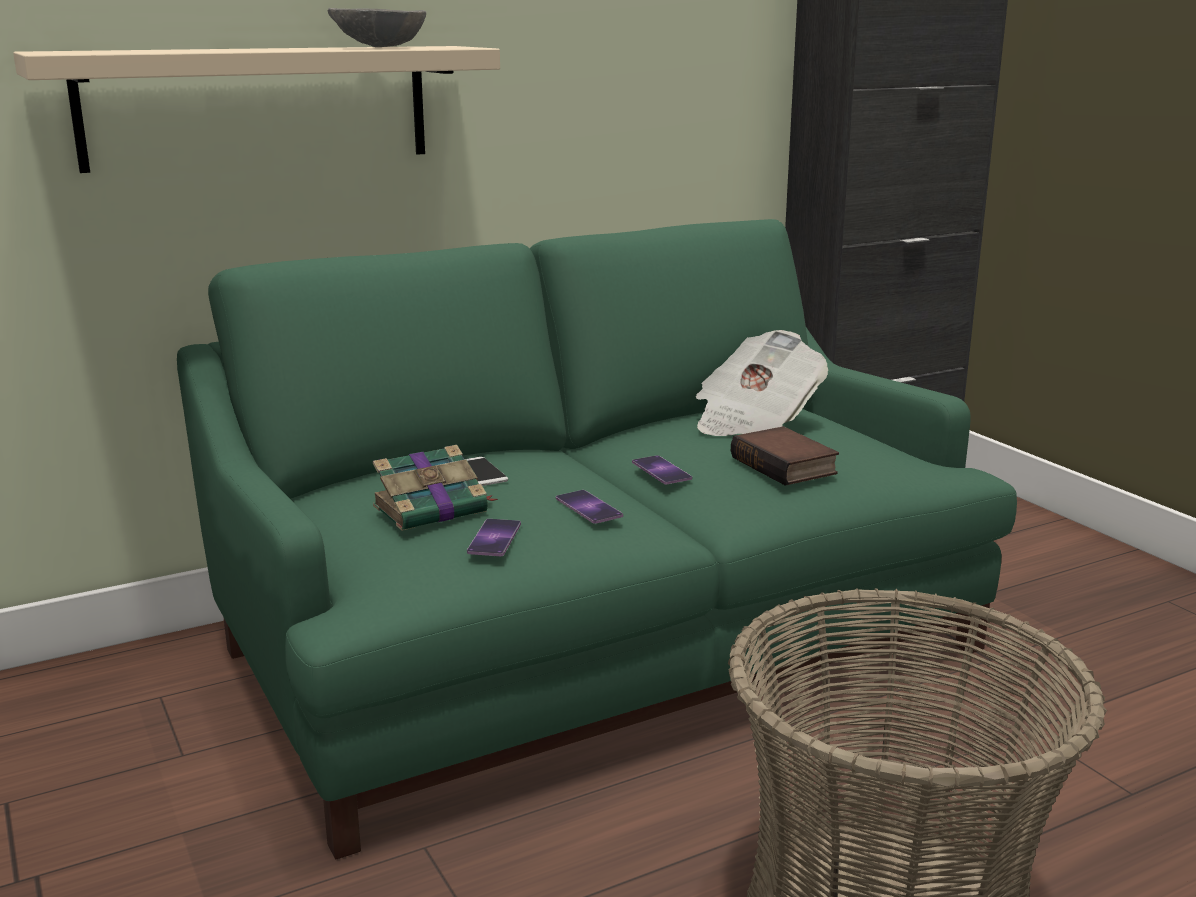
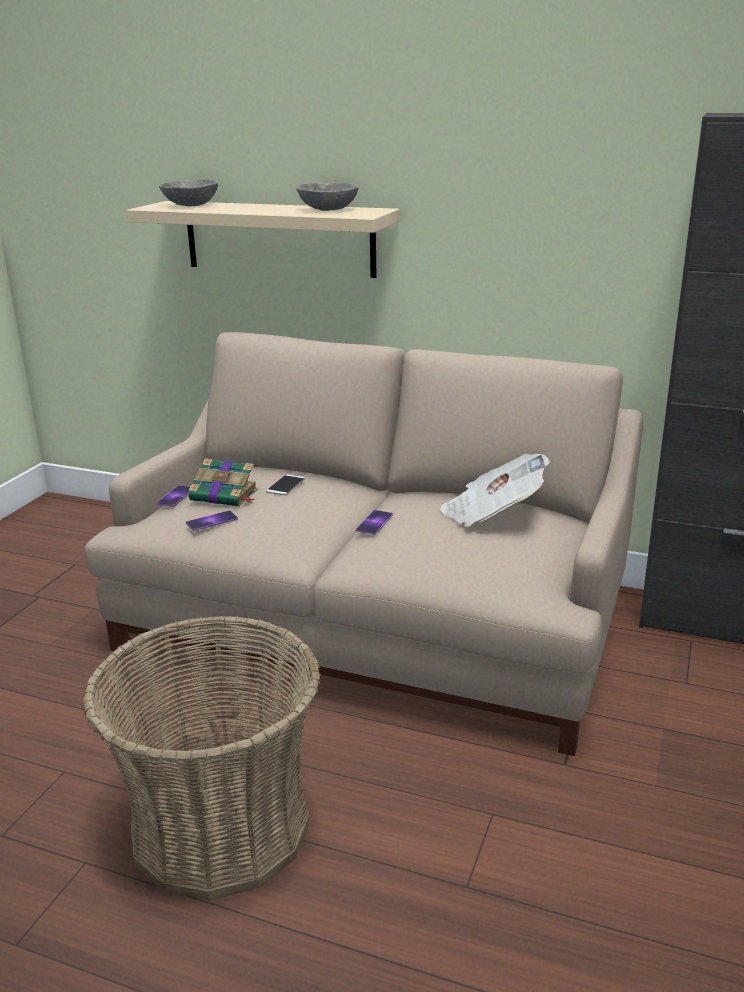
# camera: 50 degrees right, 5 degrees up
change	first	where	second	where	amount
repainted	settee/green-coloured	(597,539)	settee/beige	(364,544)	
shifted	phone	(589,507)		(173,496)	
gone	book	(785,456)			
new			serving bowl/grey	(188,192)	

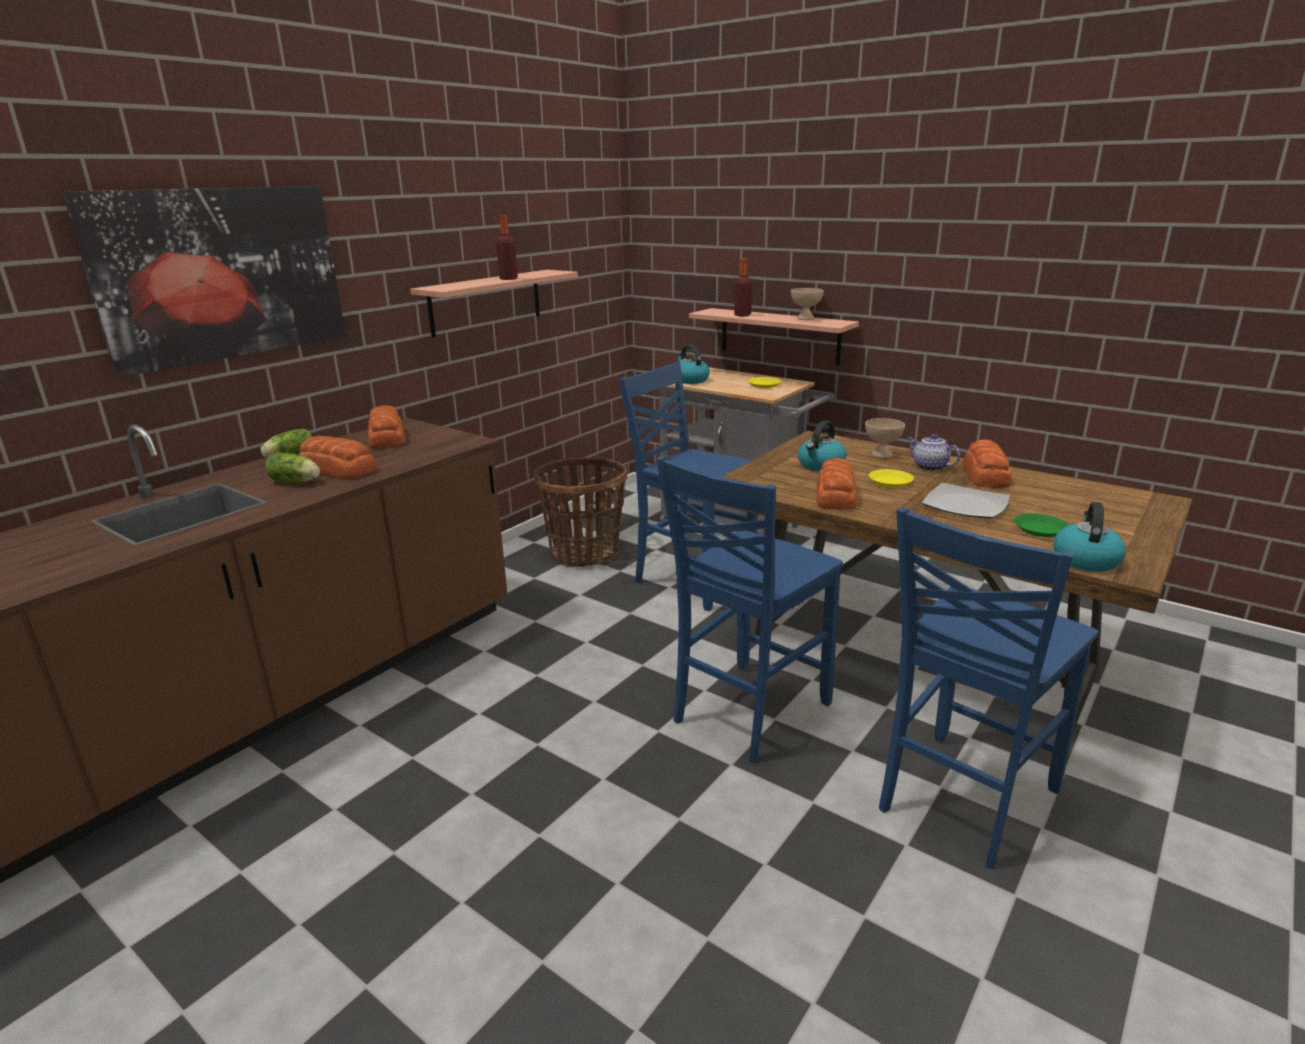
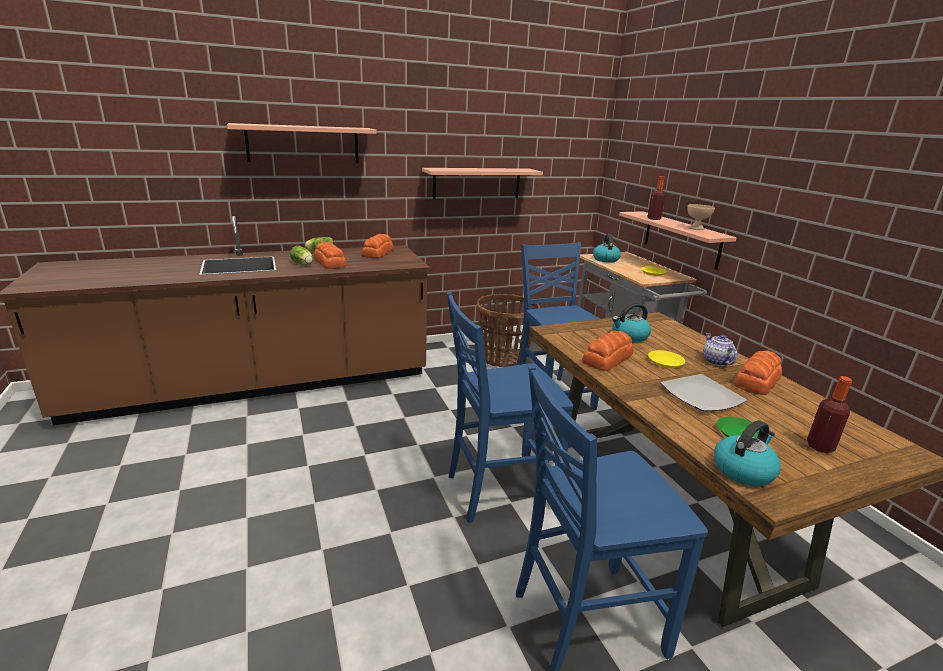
# camera: 30 degrees right, 0 degrees up
change	first	where	second	where	amount
swapped	picture	(204,281)	shelf	(302,143)	
shifted	drink bottle	(507,247)		(829,414)	
gone	serving bowl/beige	(885,438)			

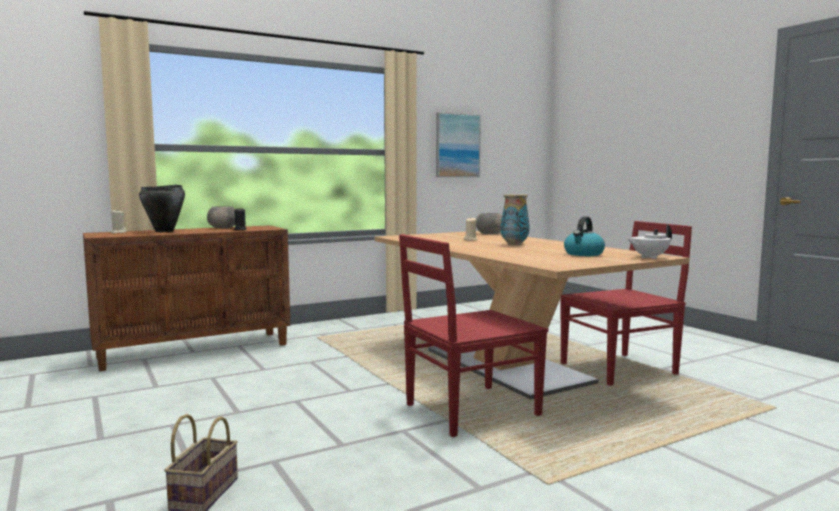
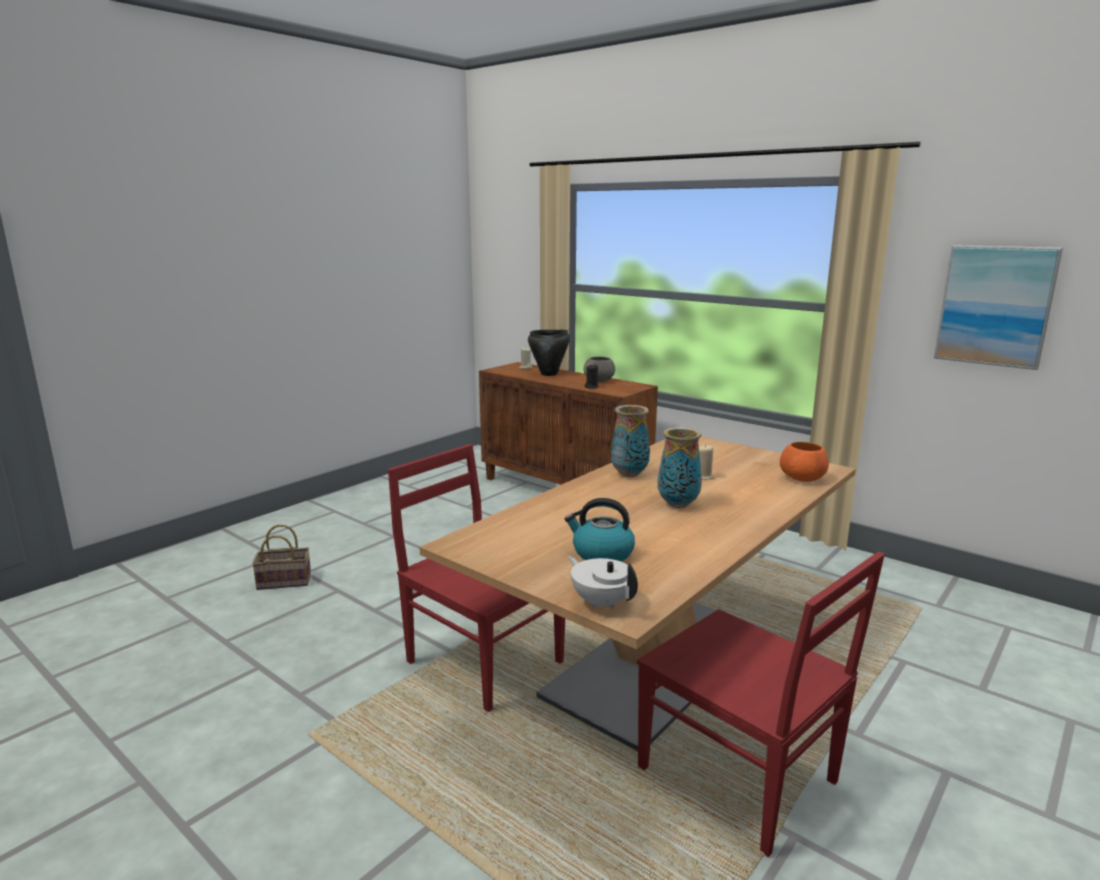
# camera: 70 degrees right, 10 degrees up
change	first	where	second	where	amount
repainted	serving bowl/grey	(489,223)	serving bowl/orange-coloured	(804,462)	
new			vase	(630,441)	

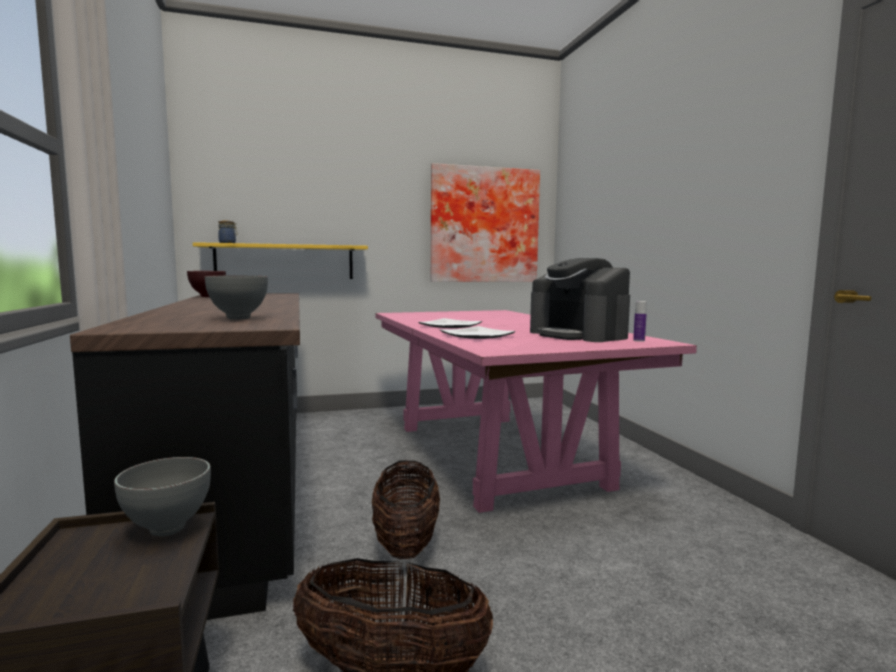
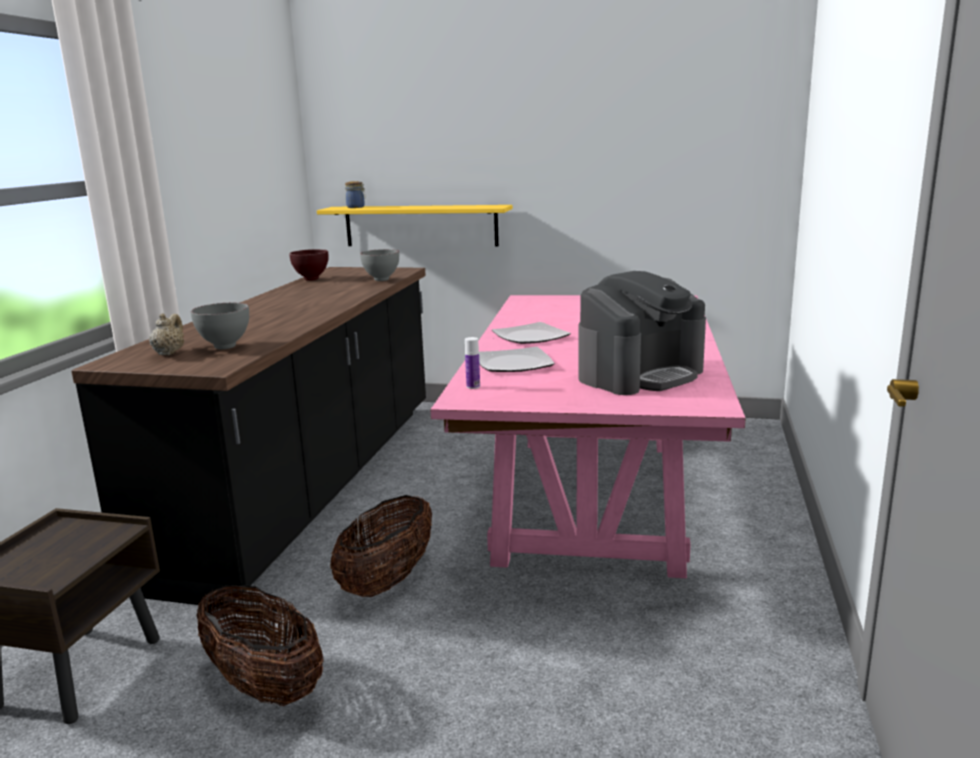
# camera: 30 degrees right, 10 degrees up
change	first	where	second	where	amount
shifted	serving bowl/grey	(162,497)		(379,265)	
gone	picture	(485,222)			
rotated	coffee brewer	(580,300)		(642,333)	120 degrees counterclockwise
shifted	drink bottle	(640,321)		(472,363)	
new			teapot/beige	(166,334)	

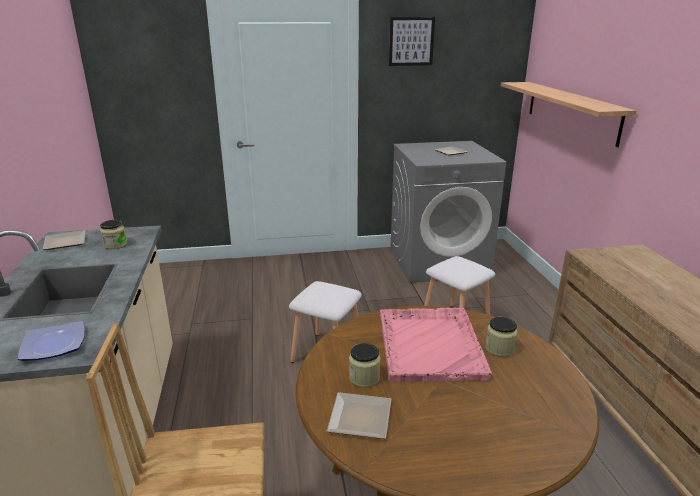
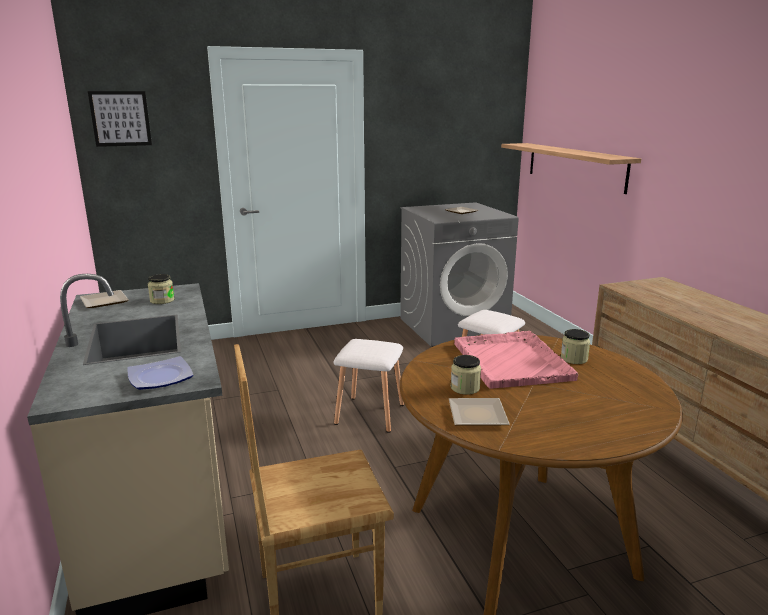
# camera: 10 degrees left, 5 degrees down
change	first	where	second	where	amount
shifted	picture	(412,41)		(120,119)	

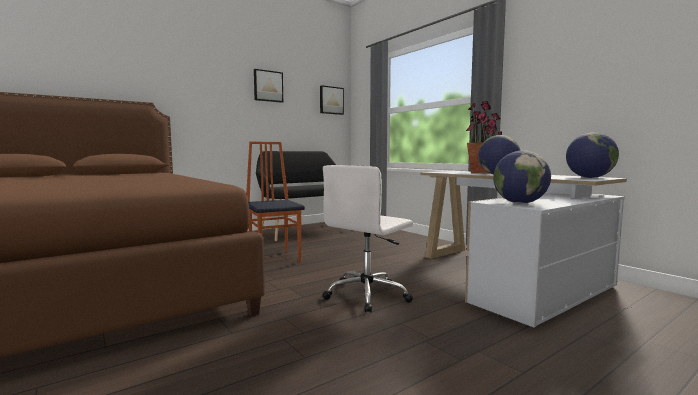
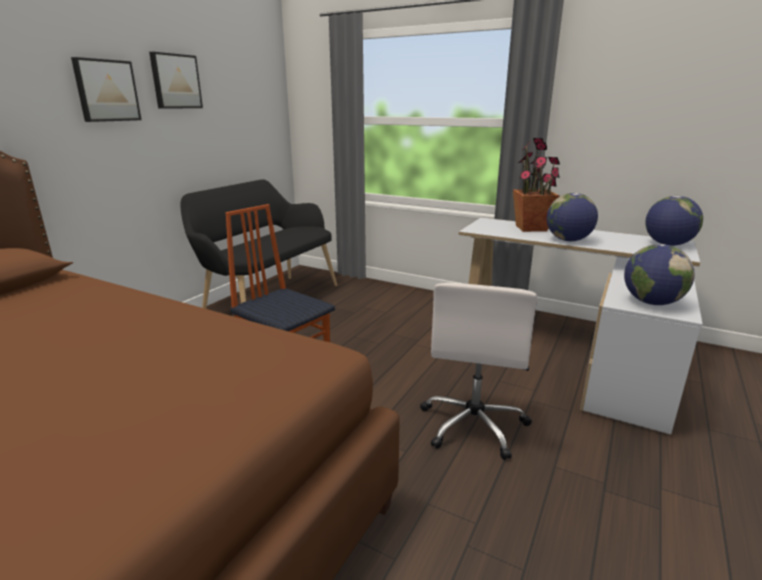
# camera: 25 degrees left, 15 degrees up
change	first	where	second	where	amount
shifted	picture	(332,100)		(106,89)	

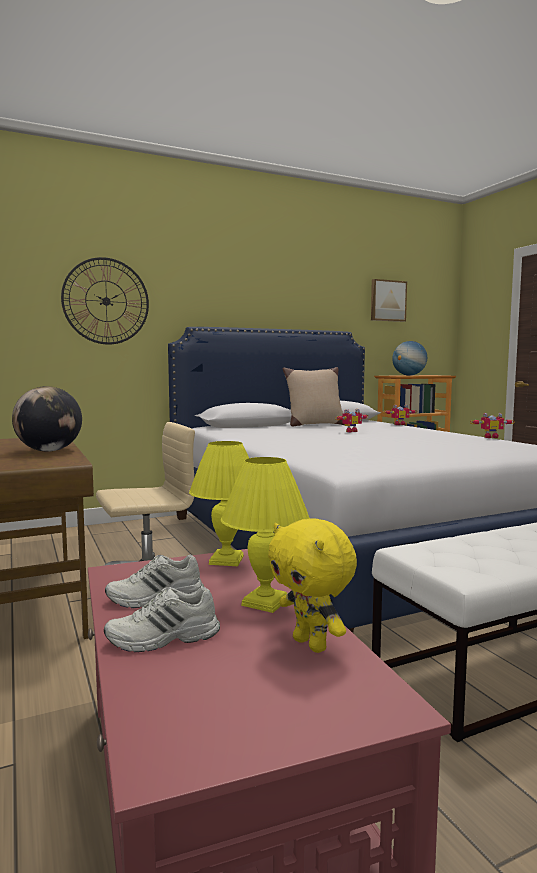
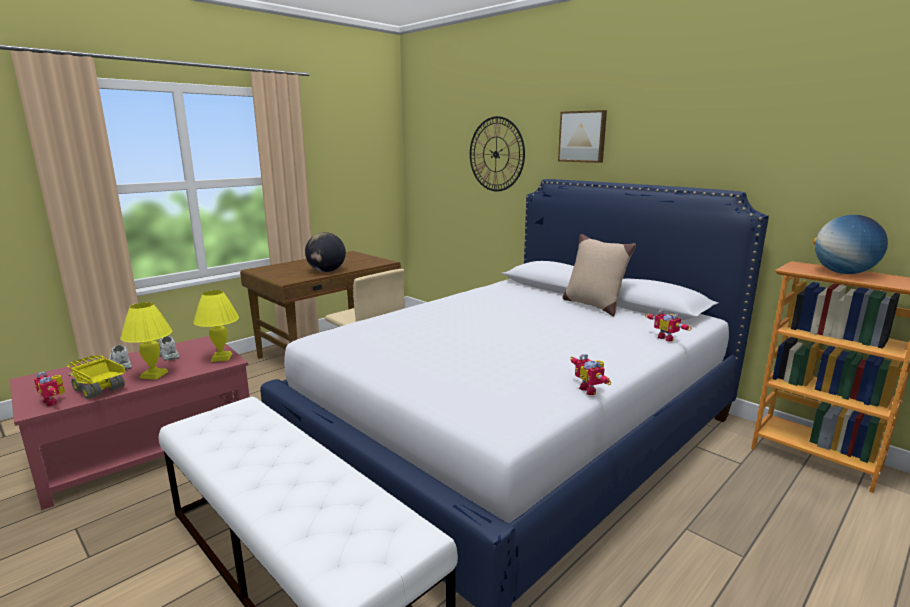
# camera: 70 degrees right, 10 degrees up
change	first	where	second	where	amount
swapped	cuddly toy/yellow	(312,585)	model truck	(96,377)	
shifted	toy robot	(351,420)		(49,388)	
shifted	picture	(389,300)		(582,136)	

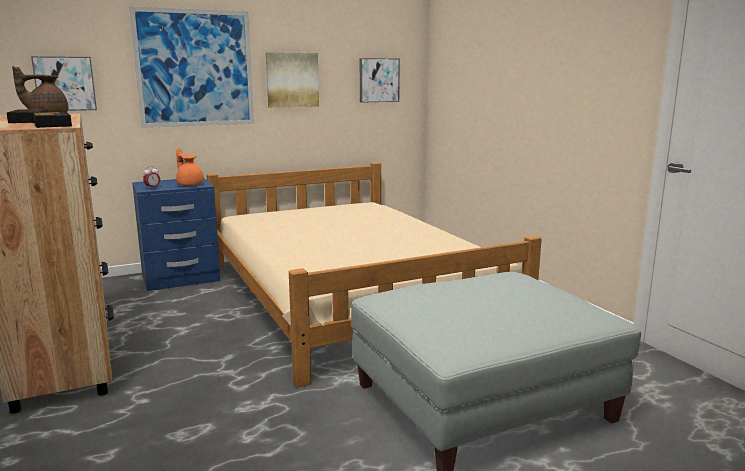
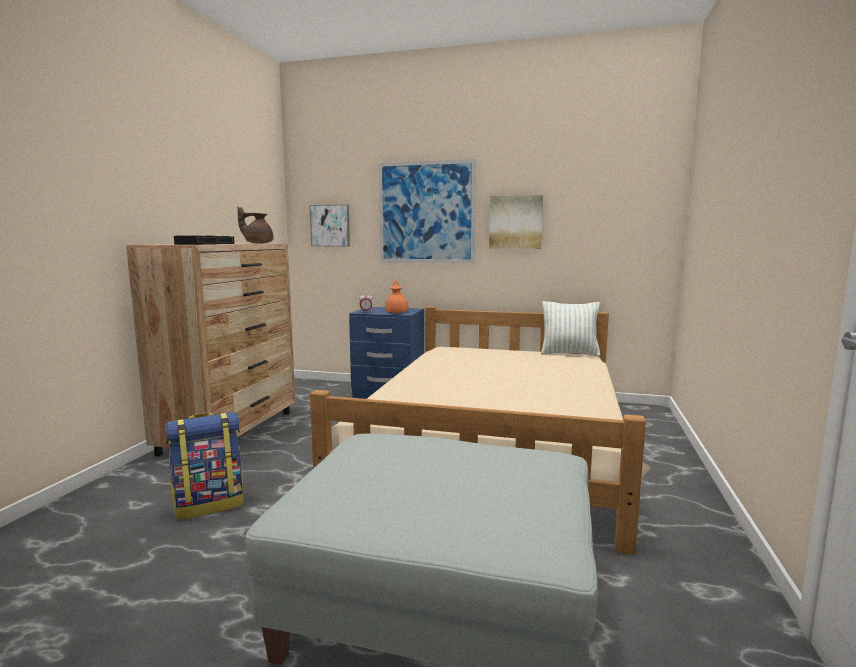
# camera: 40 degrees right, 5 degrees down
change	first	where	second	where	amount
gone	picture	(380,80)			
new			backpack	(205,466)	
new			cushion	(570,328)	

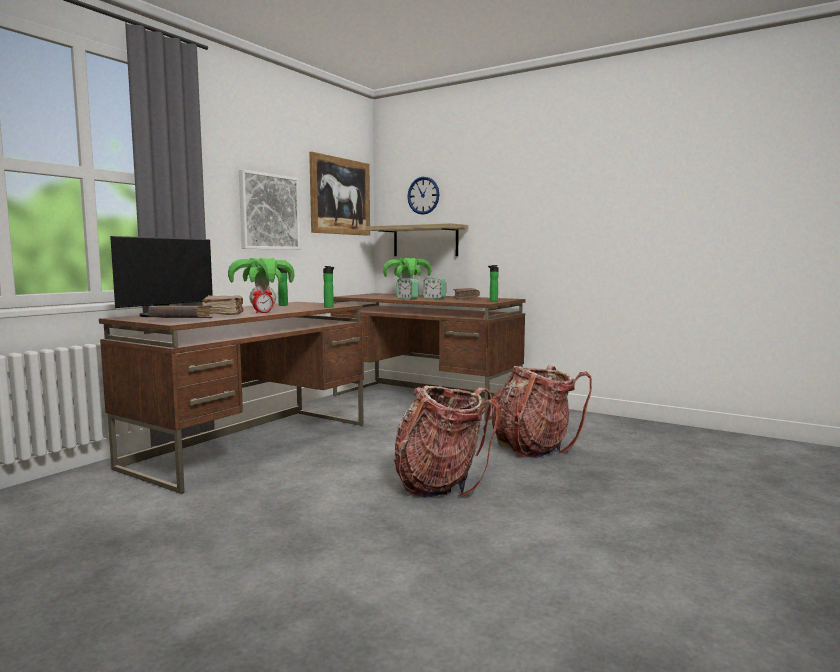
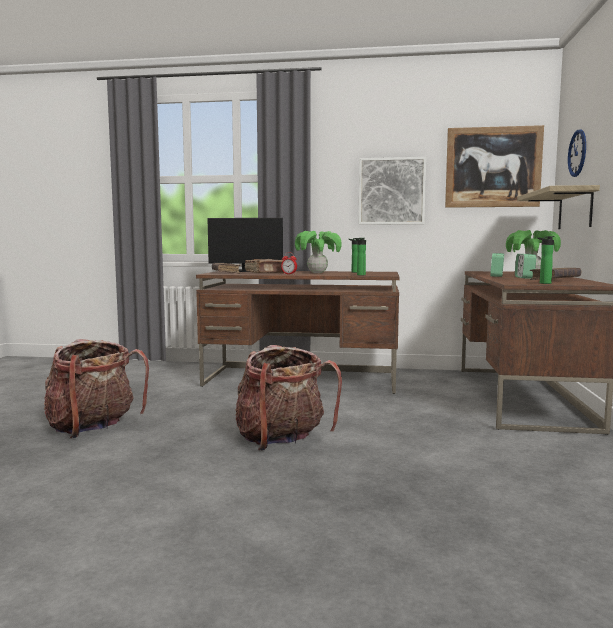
# camera: 65 degrees right, 0 degrees up
change	first	where	second	where	amount
shifted	backpack	(542,411)		(96,388)	

